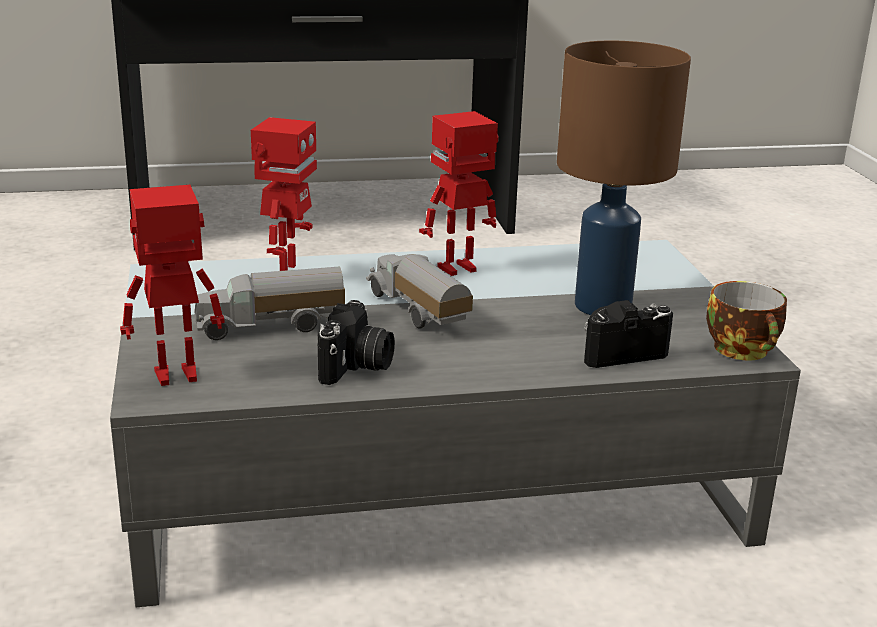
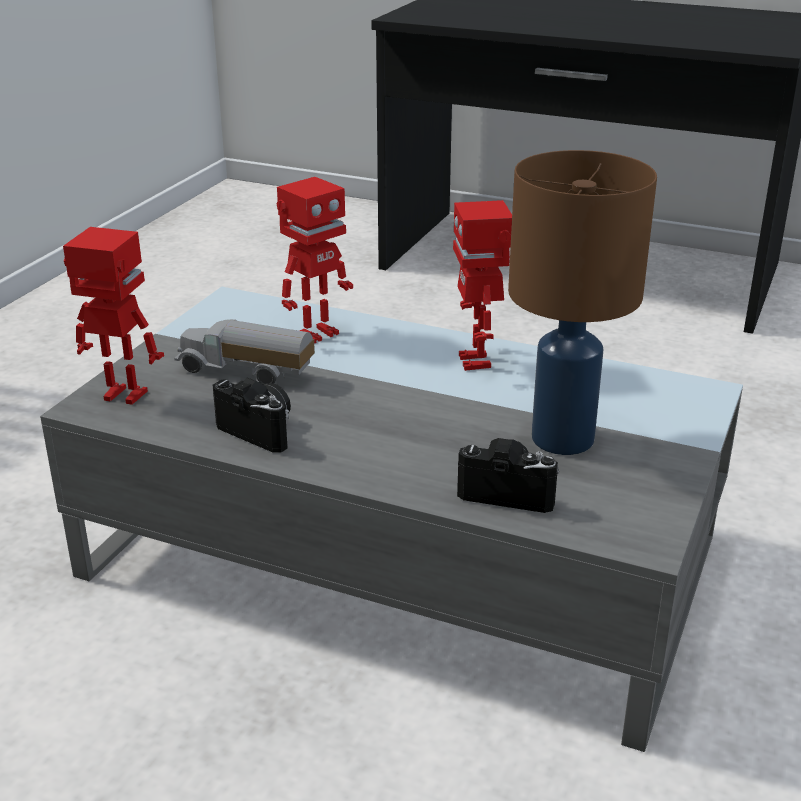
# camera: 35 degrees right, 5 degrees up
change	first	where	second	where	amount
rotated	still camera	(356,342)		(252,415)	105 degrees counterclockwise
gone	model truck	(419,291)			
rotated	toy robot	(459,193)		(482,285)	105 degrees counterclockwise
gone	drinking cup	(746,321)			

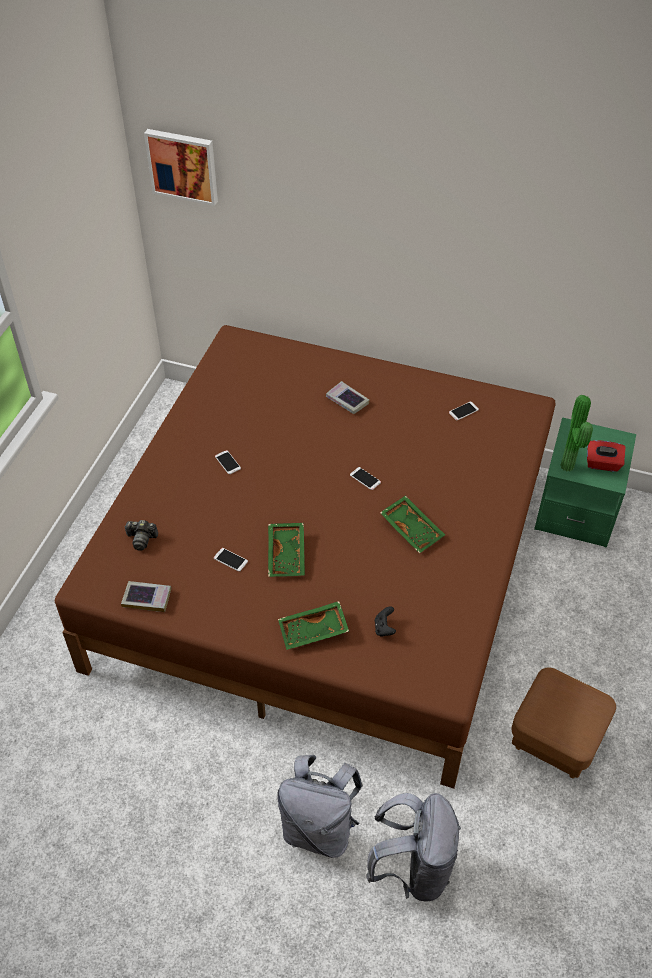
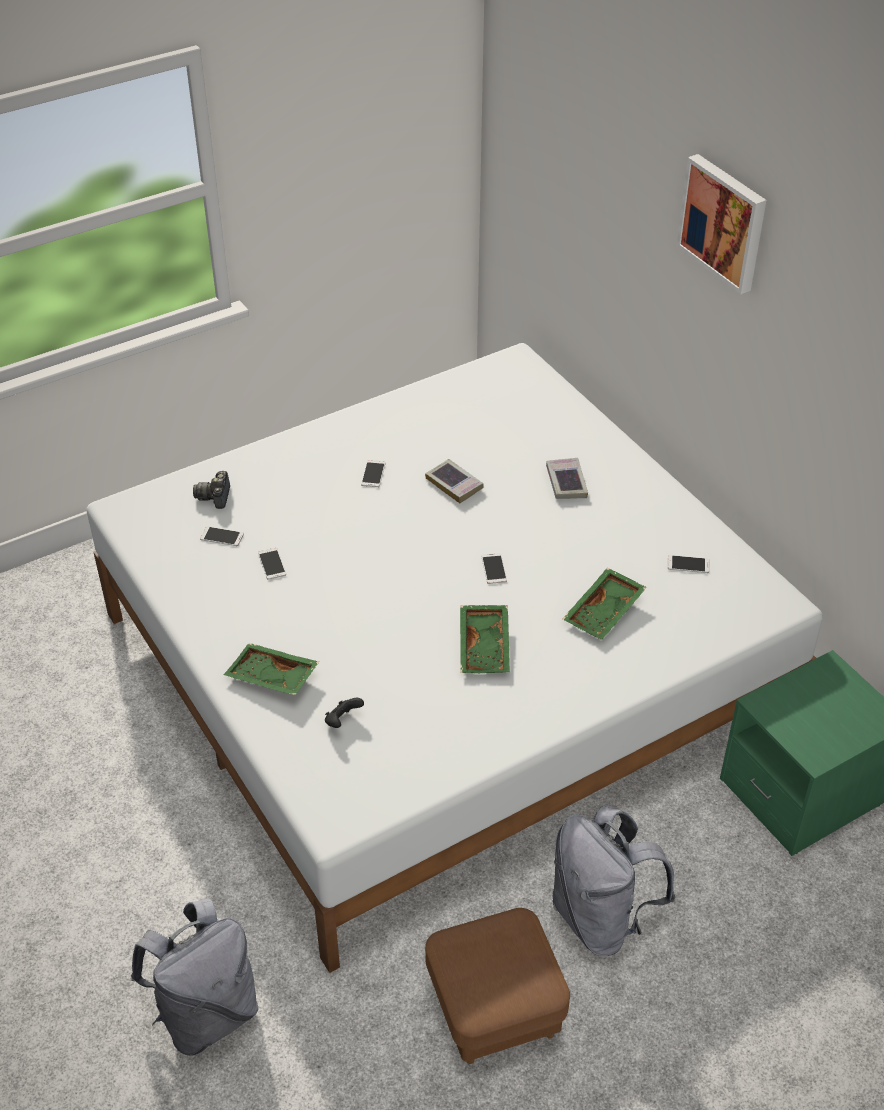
# camera: 40 degrees right, 5 degrees down
change	first	where	second	where	amount
repainted	bed/brownish	(305,556)	bed/white-coloured	(454,658)	
shifted	book	(146,596)		(454,481)	
rotated	still camera	(141,535)		(211,490)	45 degrees clockwise
shifted	picture	(181,167)		(721,224)	
shifted	carrying tray/green-coloured	(286,550)		(605,603)	
shifted	backpack/grey	(320,806)		(613,880)	
gone	plant in a pot	(576,433)			
gone	tissue box/reddish	(606,456)			
new			phone	(222,536)	

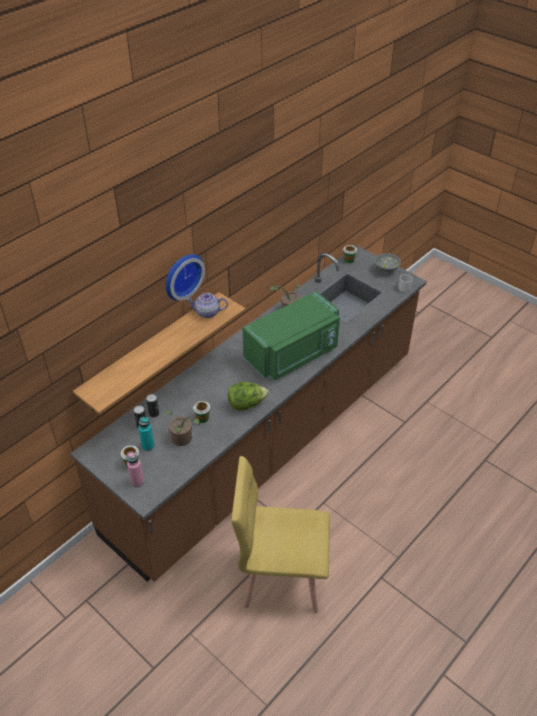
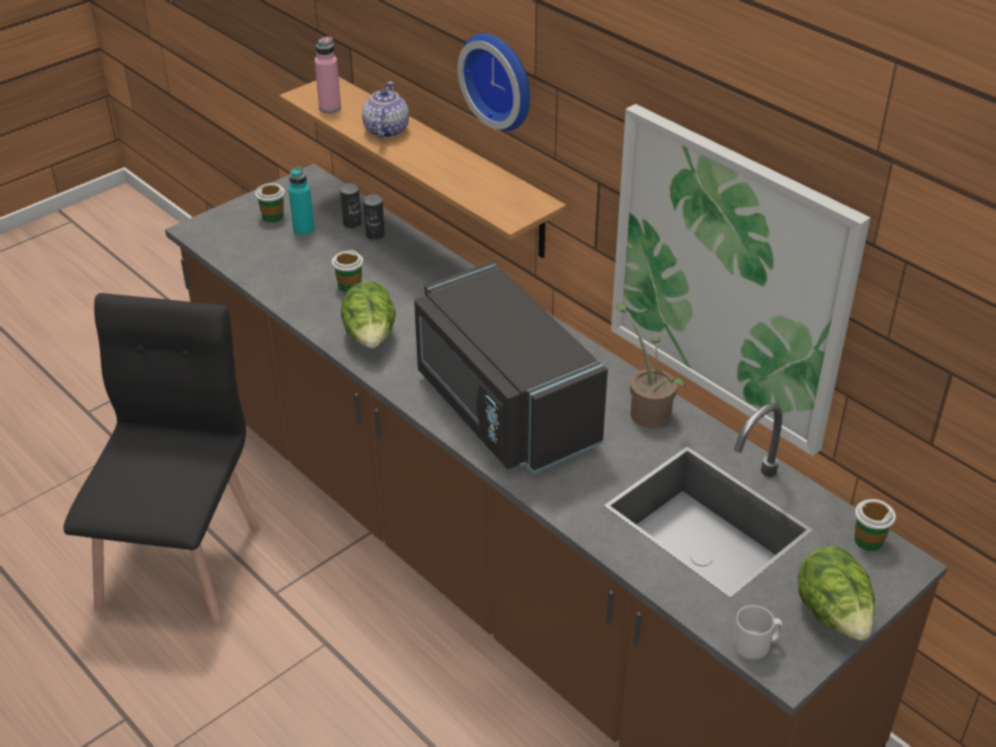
# camera: 95 degrees right, 5 degrees down
change	first	where	second	where	amount
shifted	drink bottle/pink	(135,469)		(327,74)	
gone	plant in a pot	(183,428)			
shifted	teapot	(207,305)		(385,110)	
repainted	plain chair/yellow	(280,534)	plain chair/black	(162,459)	
repainted	microwave oven/green-coloured	(291,335)	microwave oven/black	(511,367)	
swapped	serving bowl/grey	(388,263)	lettuce	(836,593)	
new			picture	(740,280)	

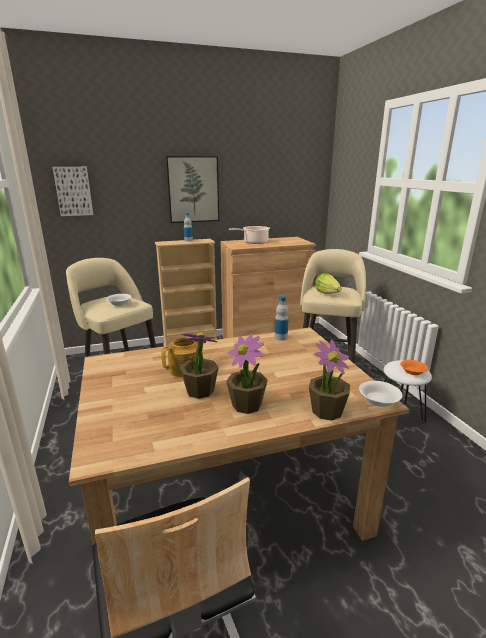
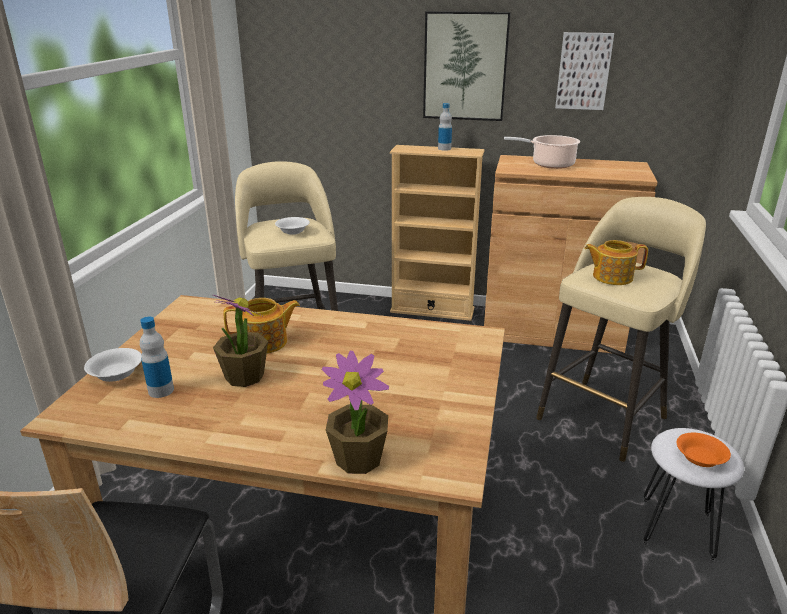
# camera: 30 degrees right, 5 degrees up
change	first	where	second	where	amount
shifted	picture	(73,191)		(584,71)	
gone	plant in a pot	(247,374)			
shifted	drink bottle	(281,318)		(157,357)	
swapped	lettuce	(328,283)	teapot	(616,262)	
shifted	serving bowl/white-coloured	(380,394)		(113,365)	

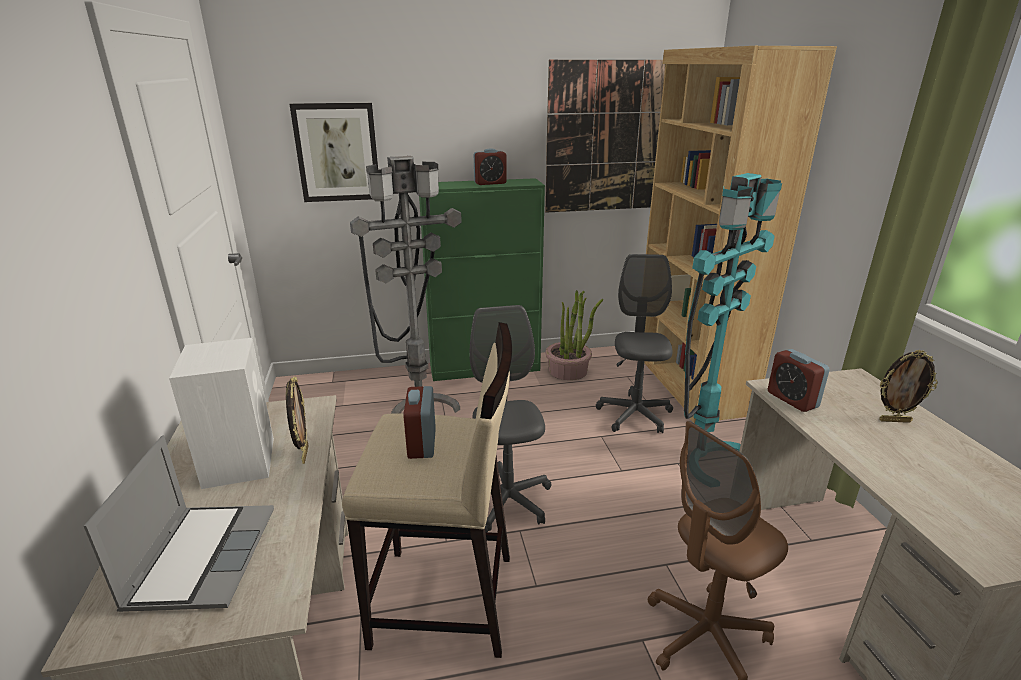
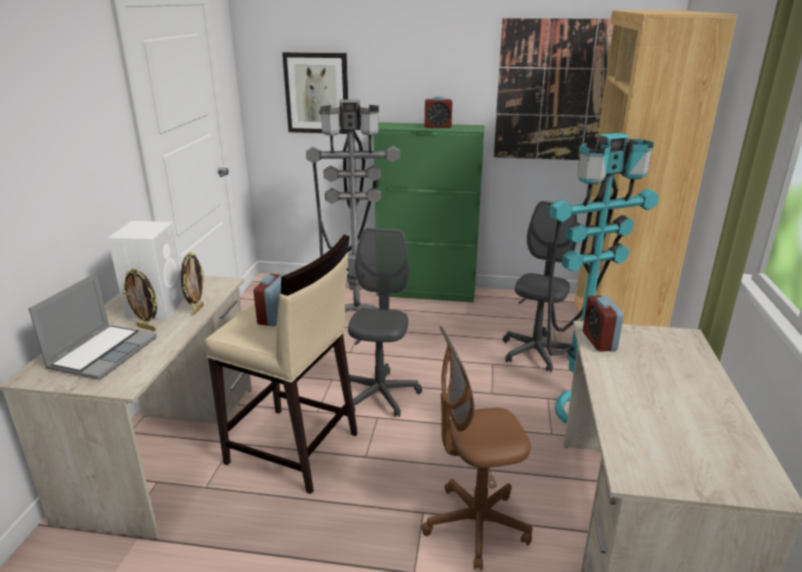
# camera: 20 degrees right, 0 degrees up
change	first	where	second	where	amount
gone	plant in a pot	(574,335)			
shifted	standing frame	(908,386)		(139,299)	

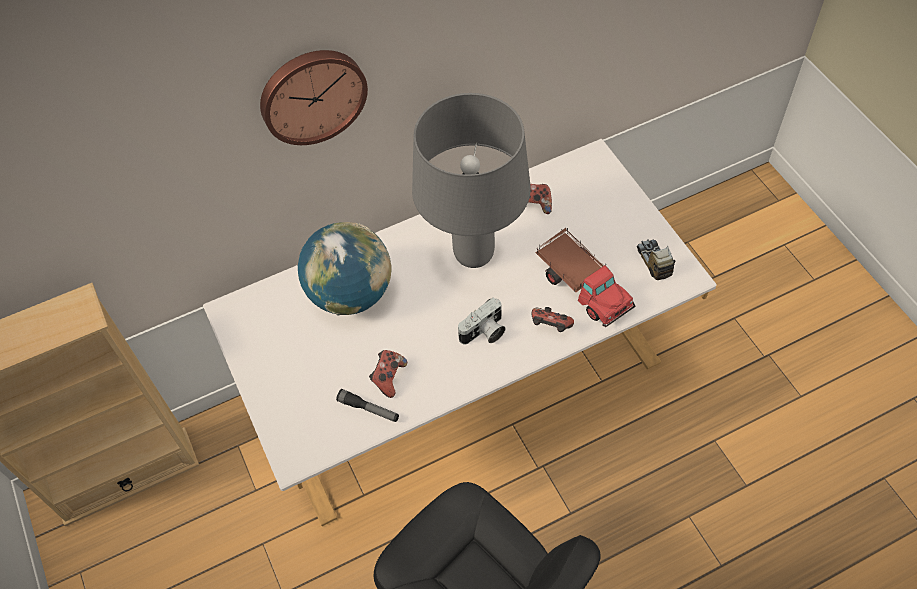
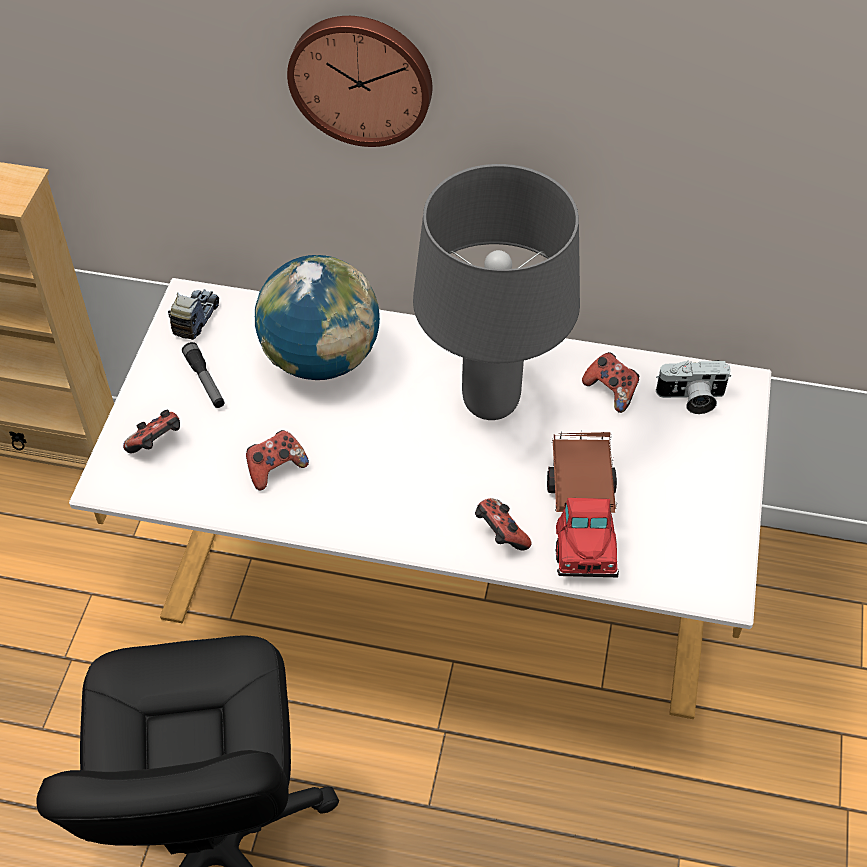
# camera: 35 degrees right, 5 degrees down
change	first	where	second	where	amount
shifted	torch	(367,405)		(203,375)	
shifted	still camera	(482,321)		(693,387)	
shifted	model truck	(656,259)		(193,314)	
new			game controller	(151,431)	

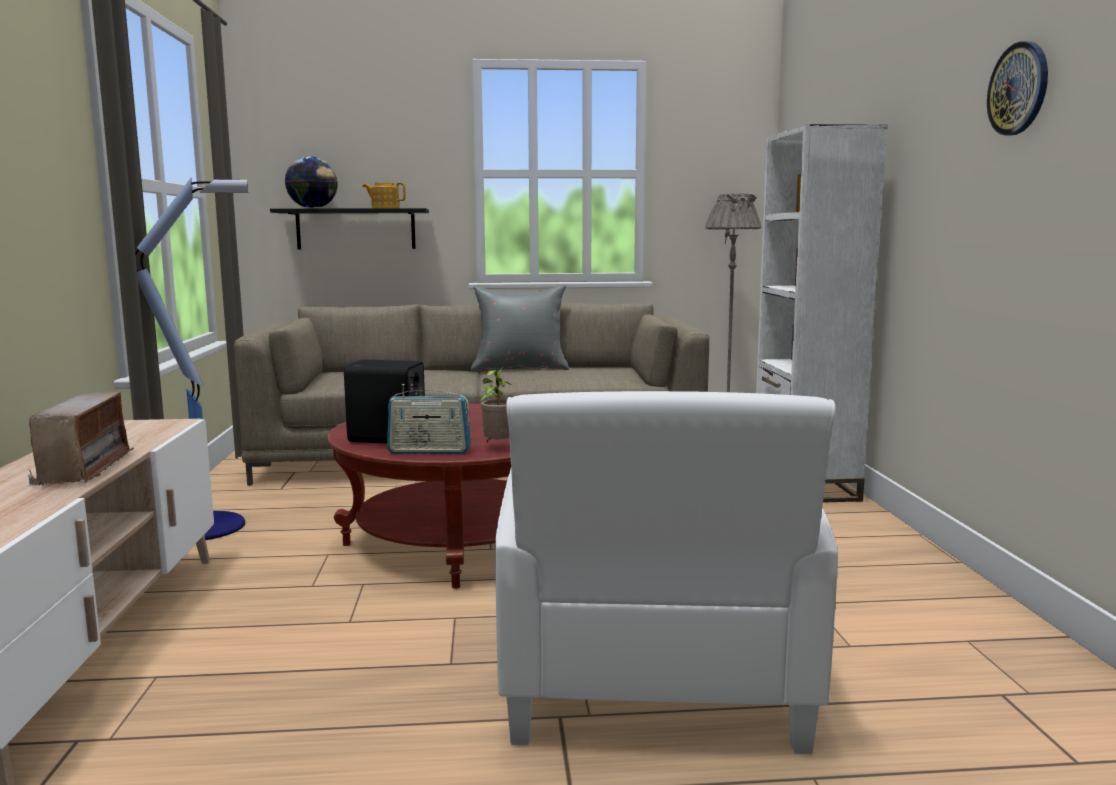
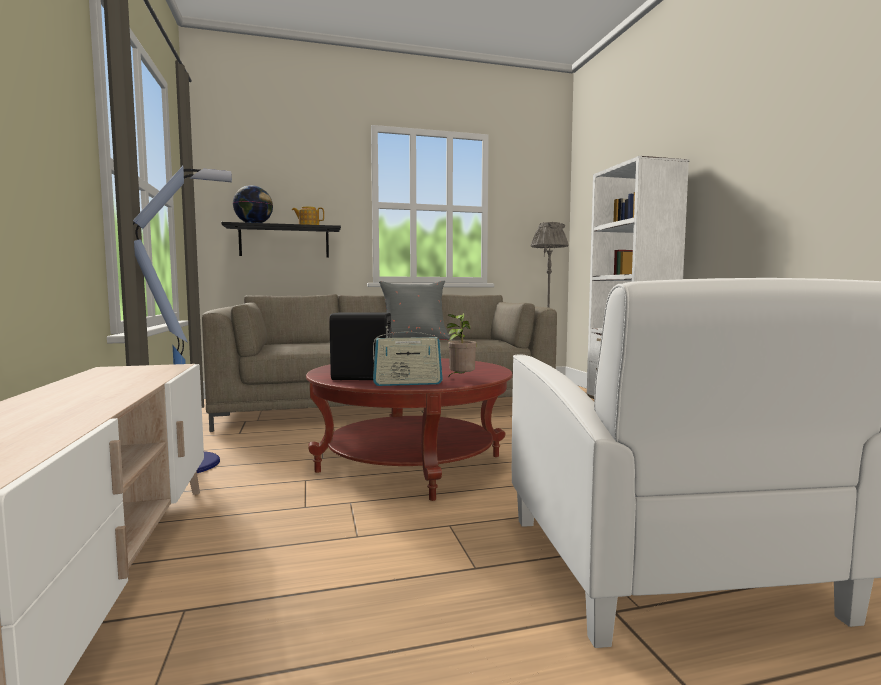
# camera: 10 degrees left, 5 degrees down
change	first	where	second	where	amount
gone	radio set	(81,439)			
gone	wall clock	(1017,88)			

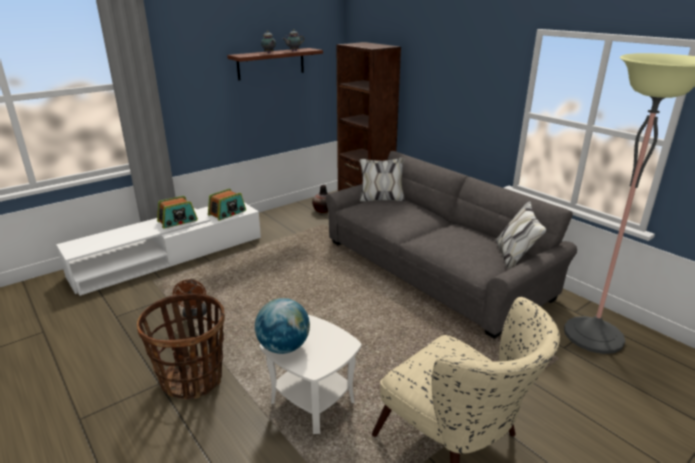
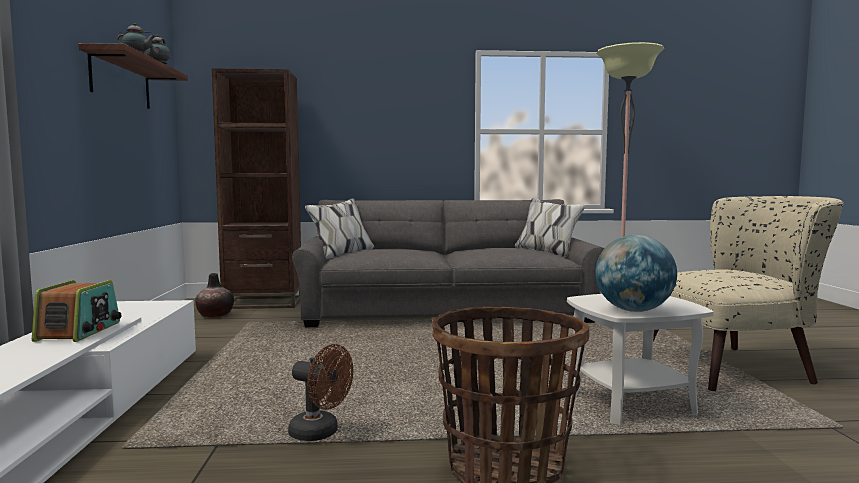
# camera: 55 degrees left, 20 degrees down
change	first	where	second	where	amount
gone	radio set	(227,205)			

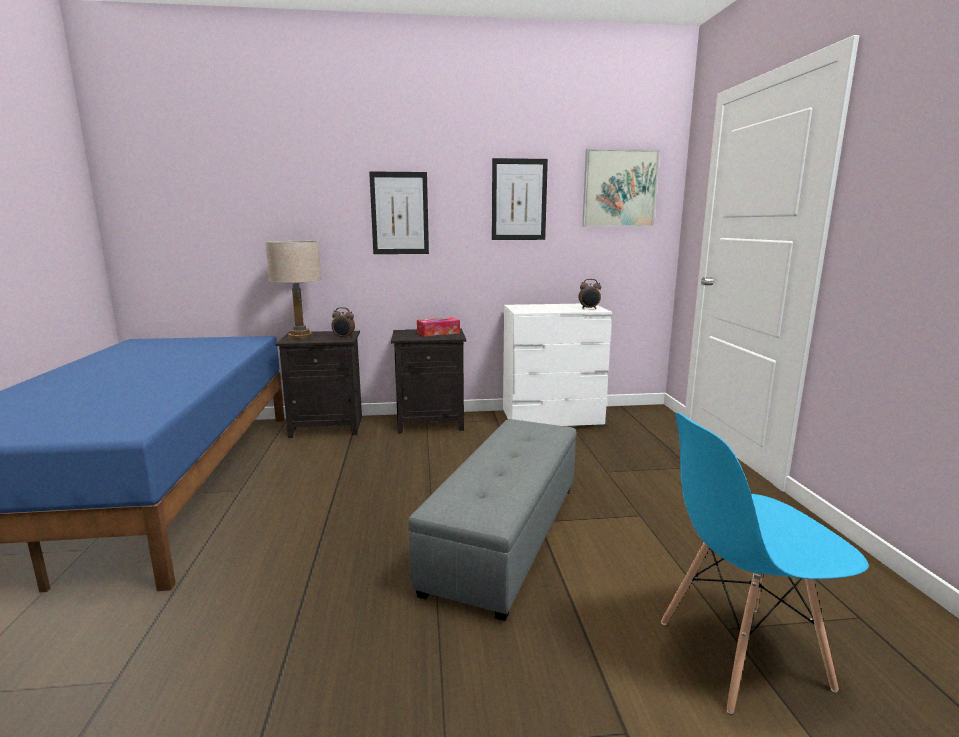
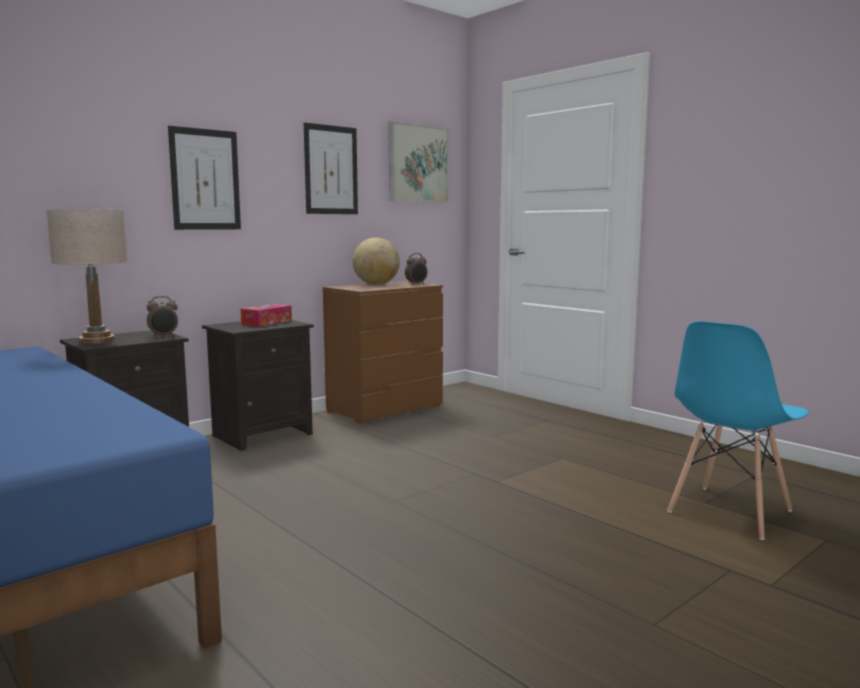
# camera: 35 degrees left, 5 degrees down
change	first	where	second	where	amount
gone	pouffe/grey	(492,520)			
repainted	drawer chest/white-coloured	(557,365)	drawer chest/brownish	(383,352)	
new			globe	(376,261)	

